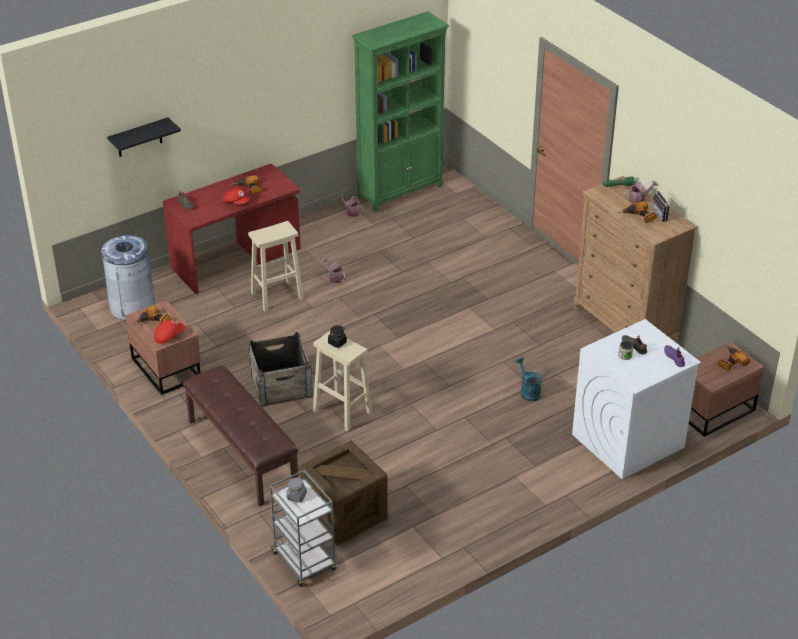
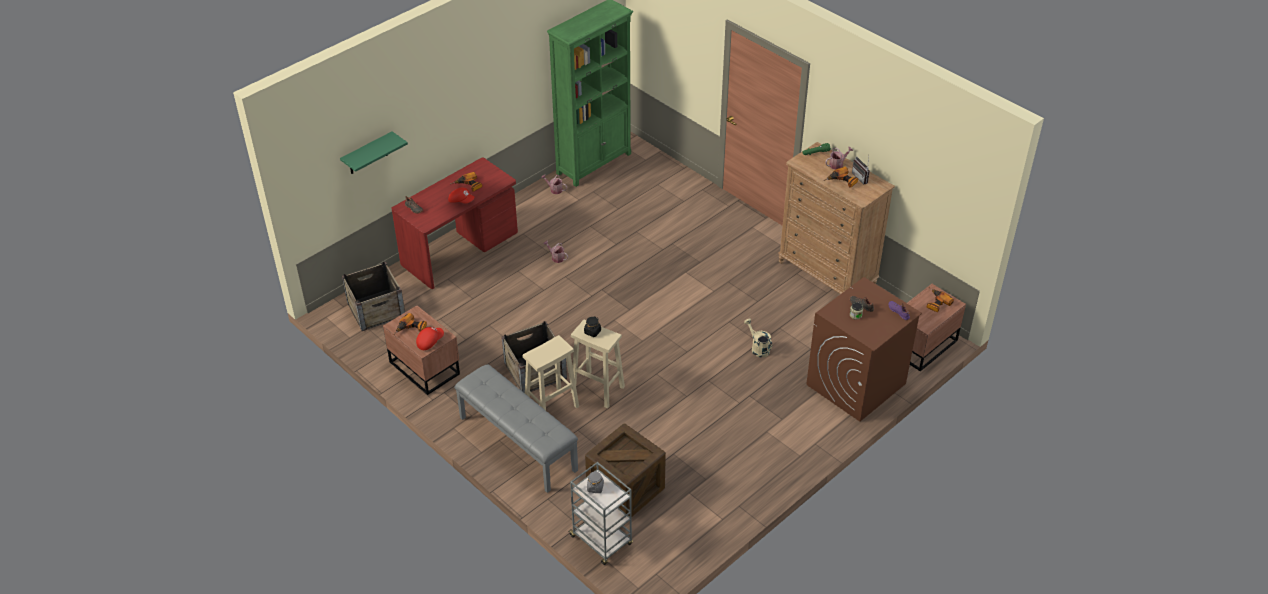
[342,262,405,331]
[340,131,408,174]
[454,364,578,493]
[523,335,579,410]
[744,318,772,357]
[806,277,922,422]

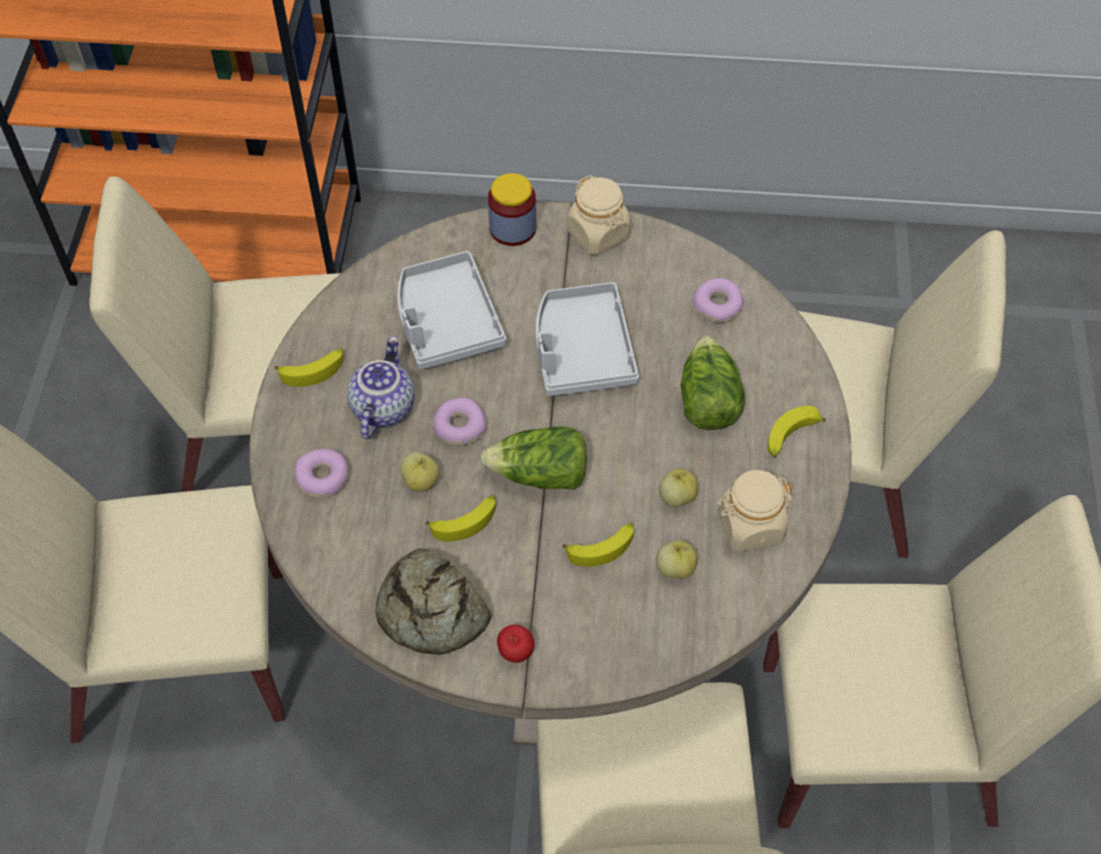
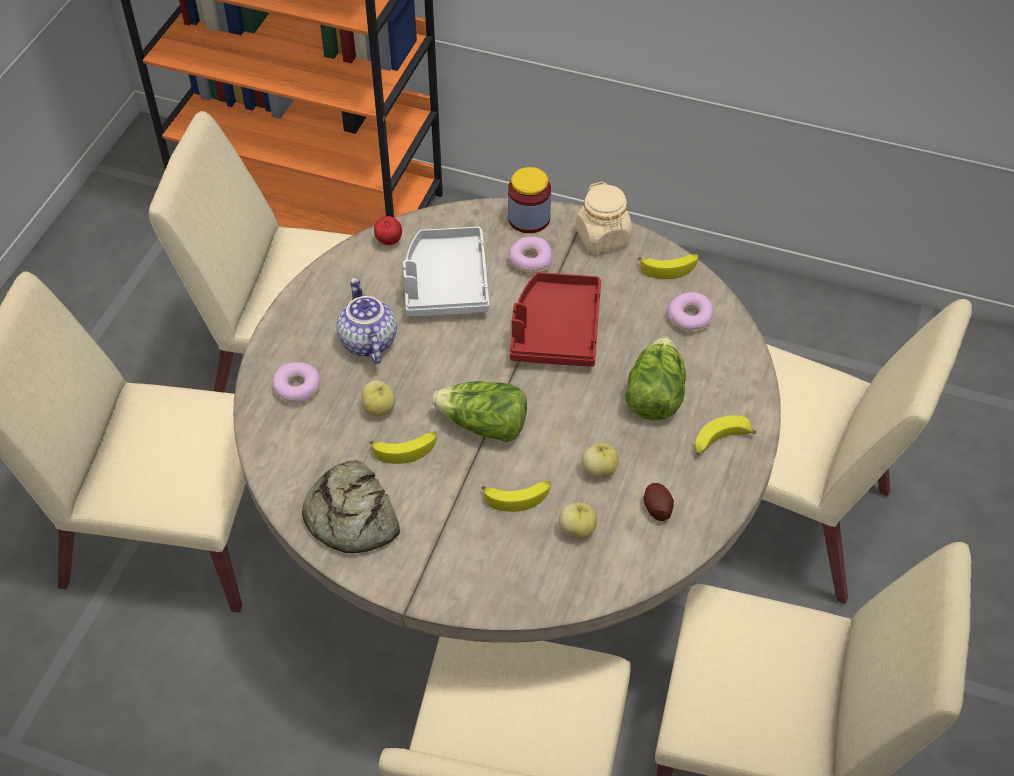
[638,254,698,279]
[337,278,397,364]
[509,236,553,274]
[374,216,402,245]
[510,272,601,367]
[643,483,674,521]

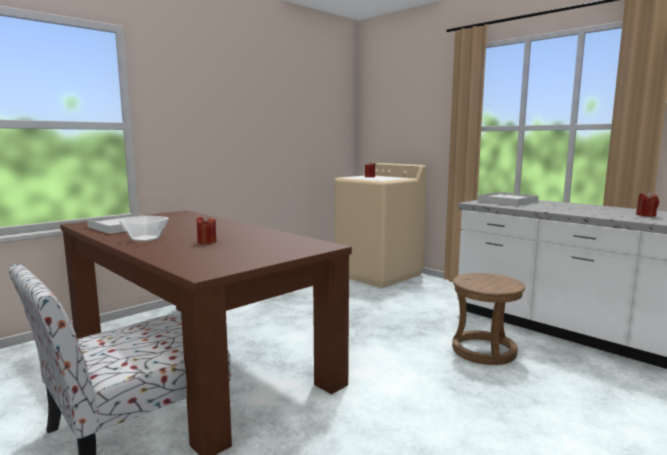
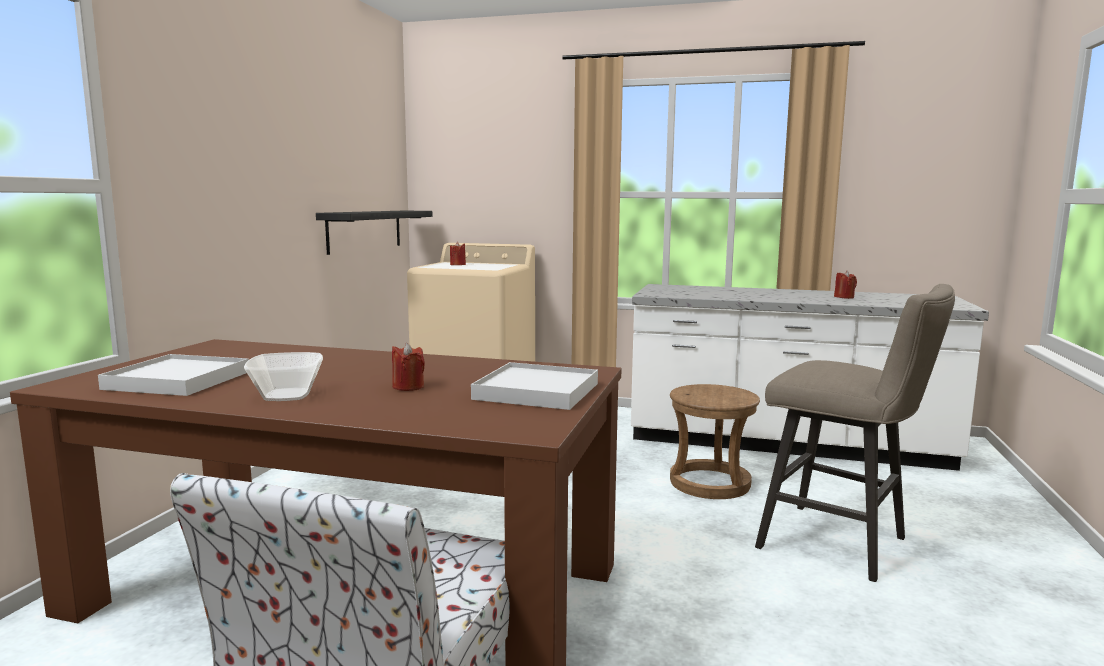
[471,362,598,410]
[316,211,433,255]
[755,284,955,582]

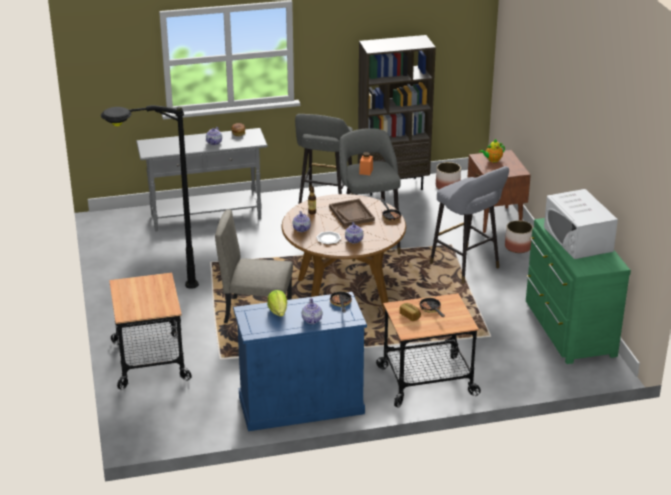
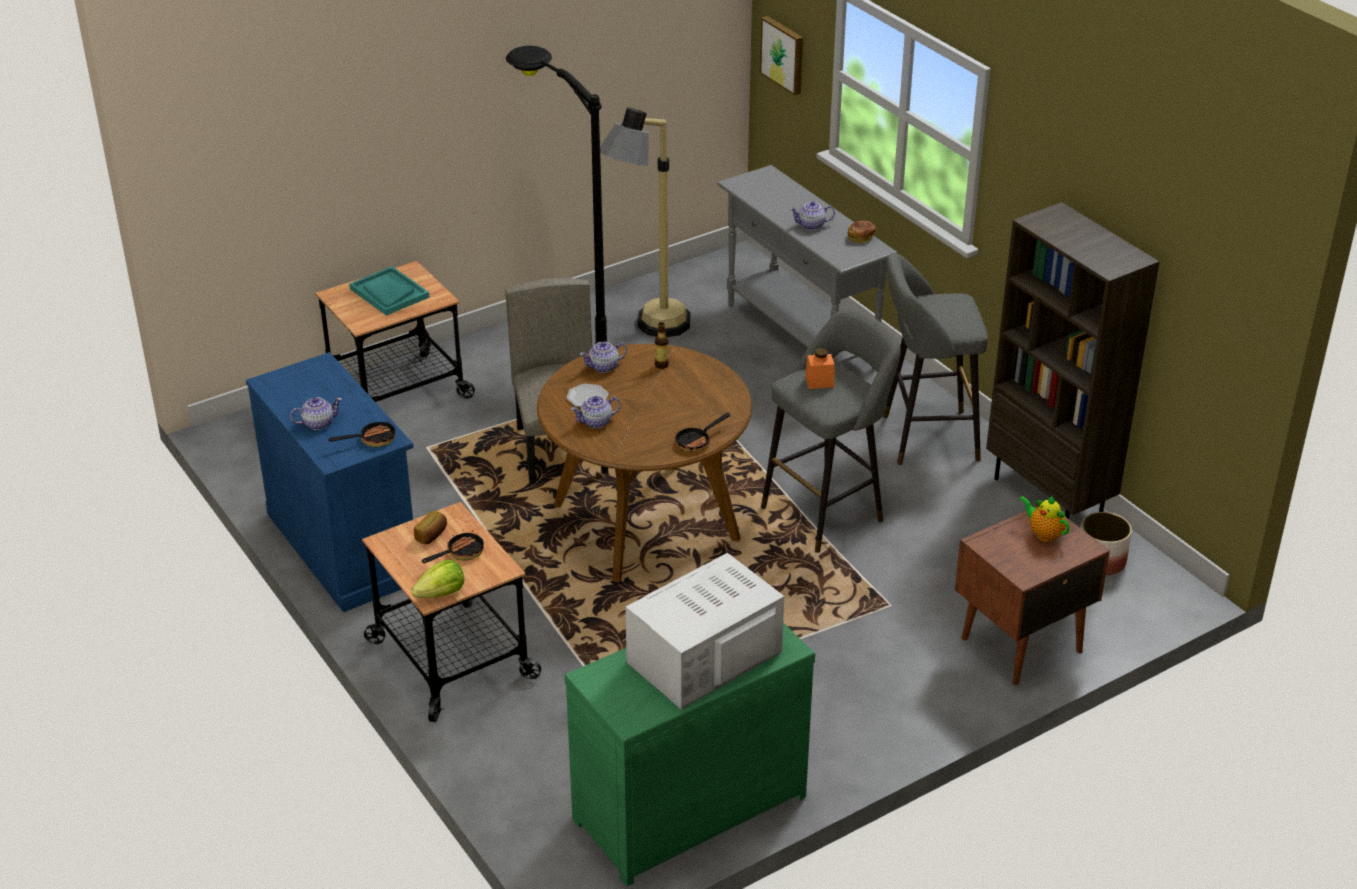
[411,560,464,598]
[329,199,375,227] (first image)
[430,166,509,284] (first image)
[505,220,533,253] (first image)
[349,266,429,316]
[600,107,691,337]
[760,16,803,95]

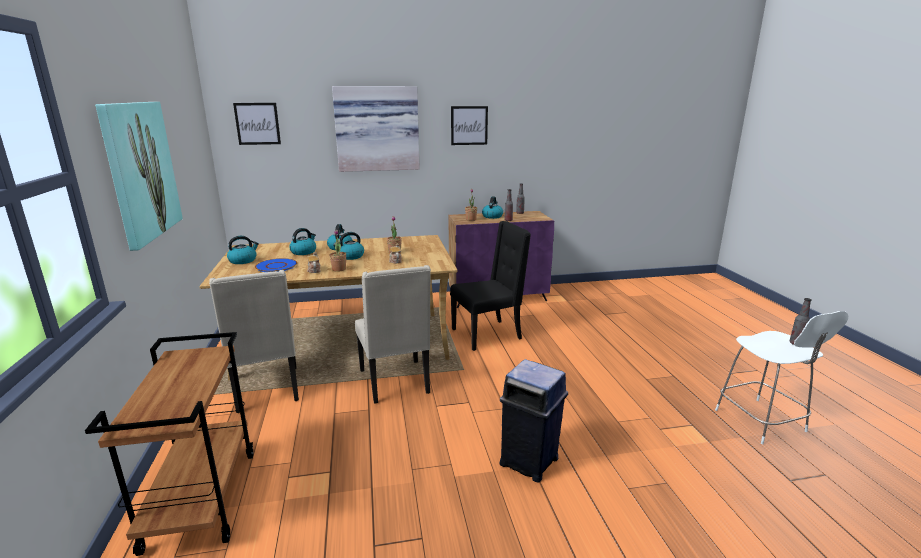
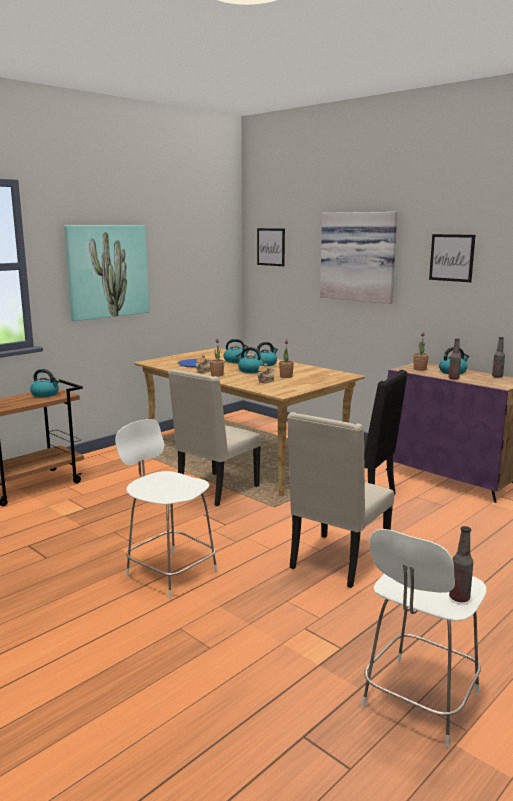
[287,412,394,588]
[30,369,60,397]
[115,419,217,599]

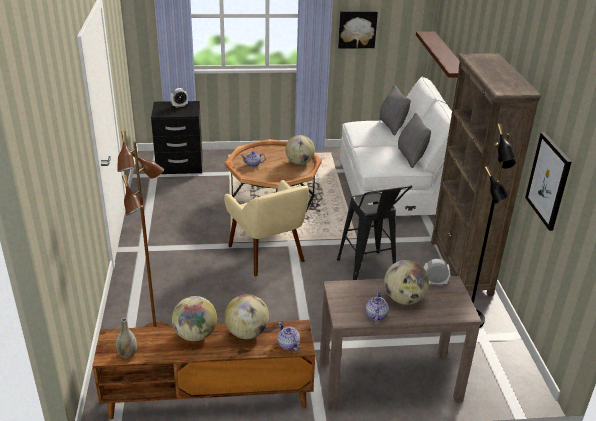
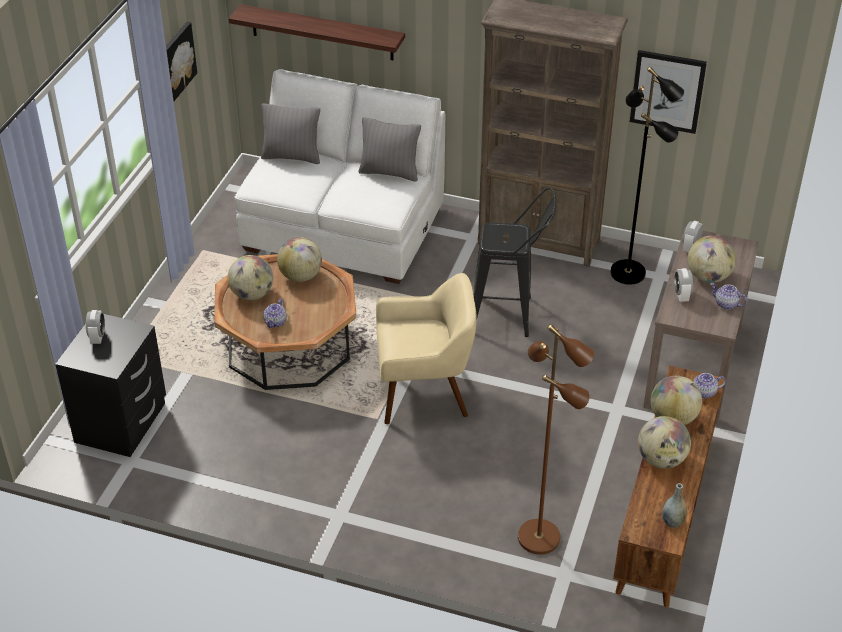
[228,255,273,300]
[674,268,693,302]

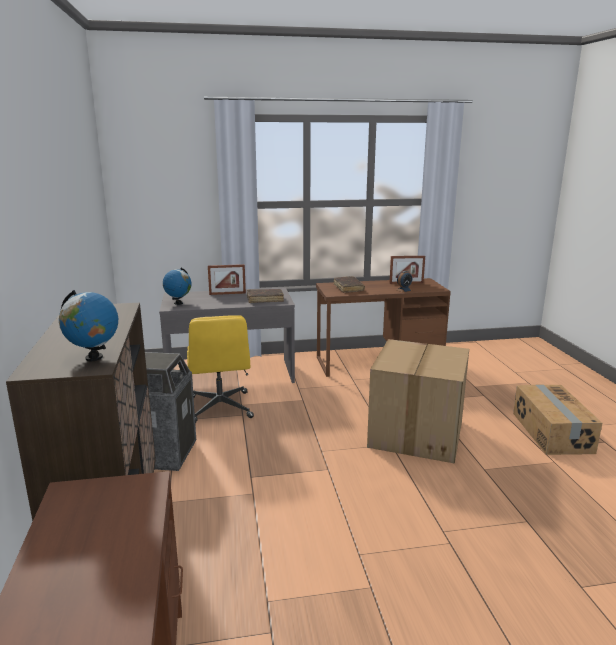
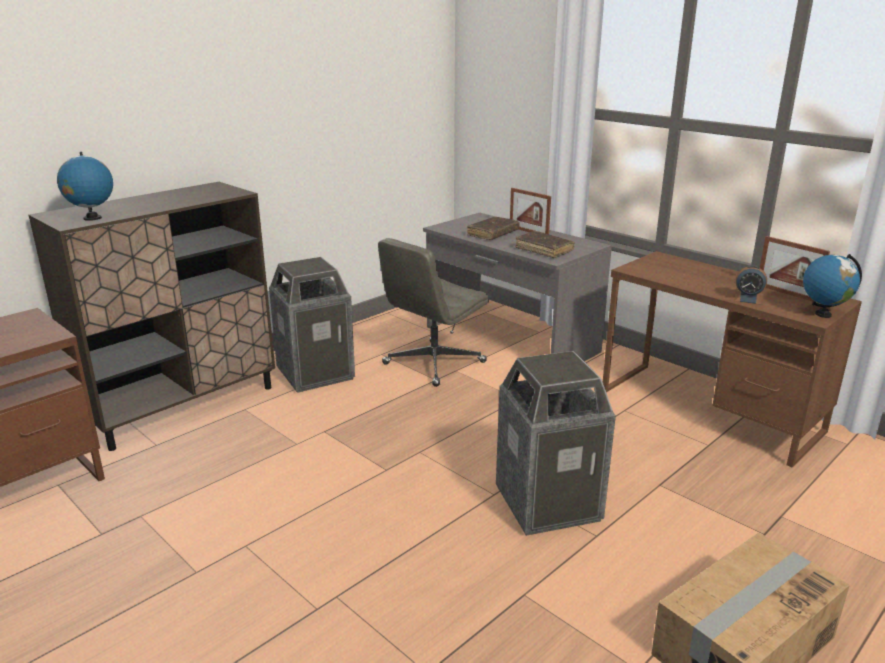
[803,254,862,318]
[378,238,489,387]
[467,217,520,240]
[496,351,616,536]

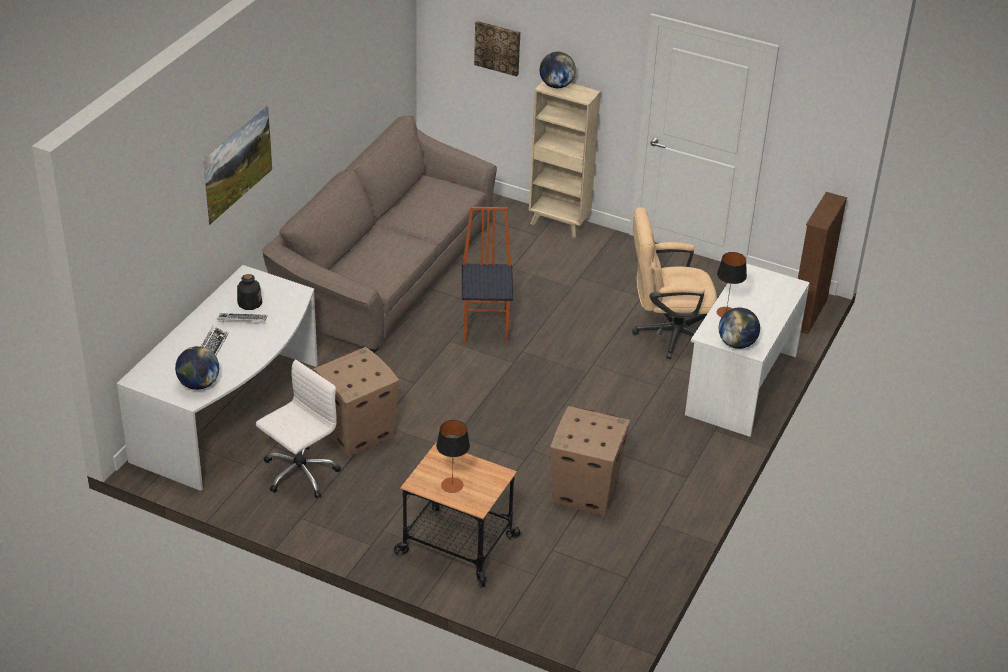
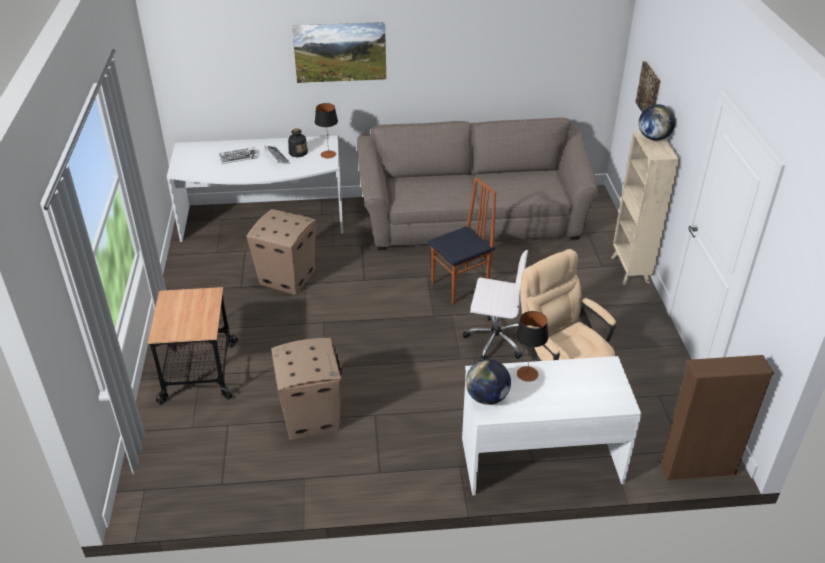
[175,346,219,390] (first image)
[463,250,528,361]
[315,103,338,158]

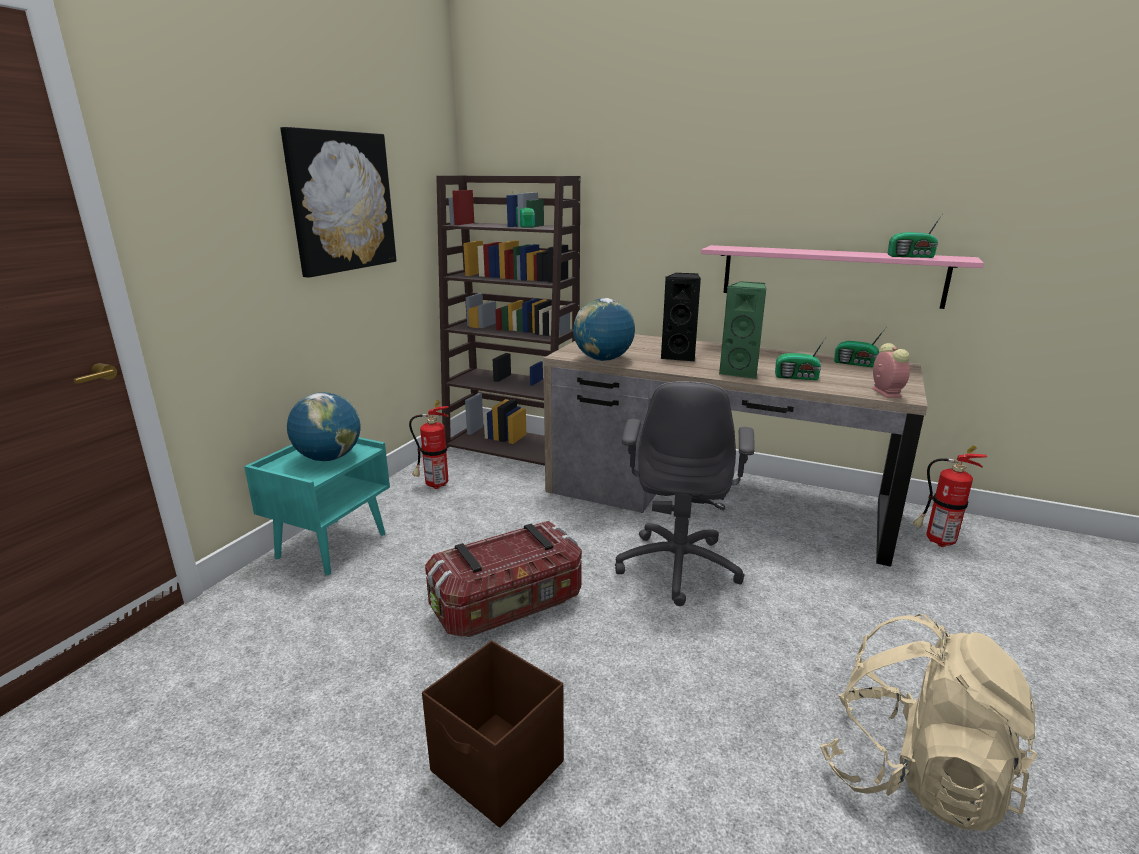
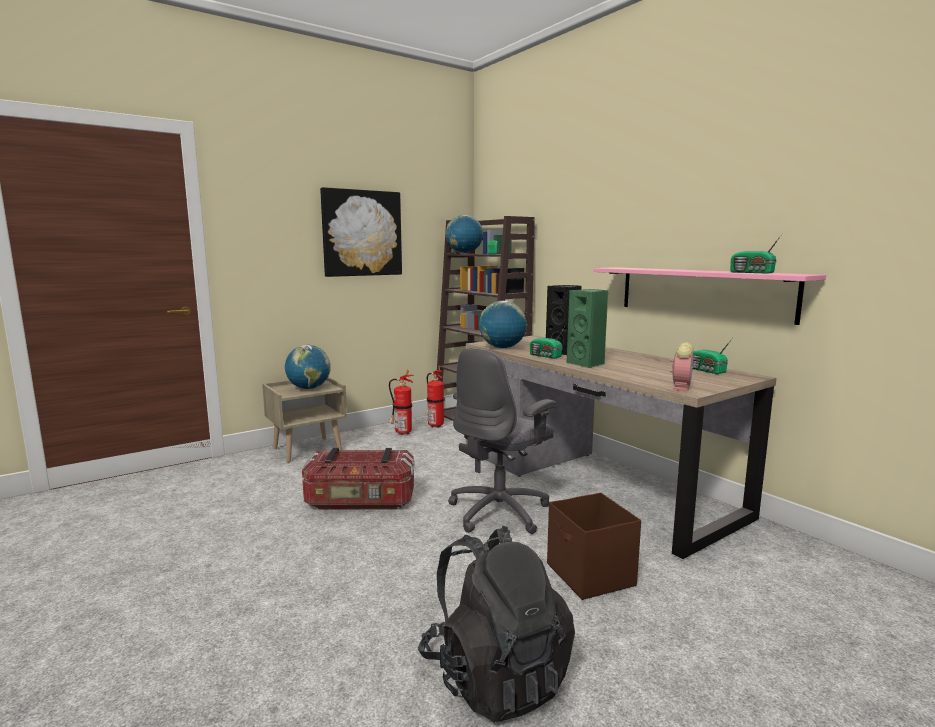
[262,377,347,462]
[547,493,641,600]
[530,327,565,359]
[418,526,575,723]
[426,366,444,428]
[446,215,483,254]

